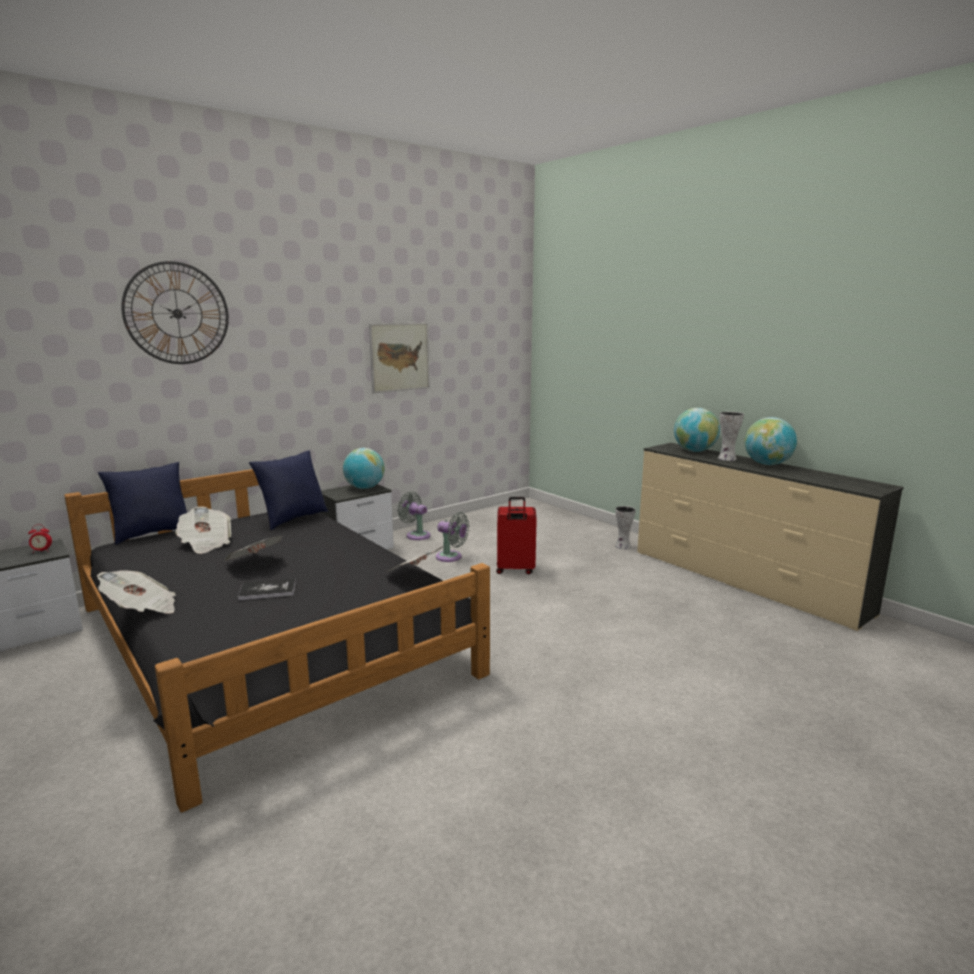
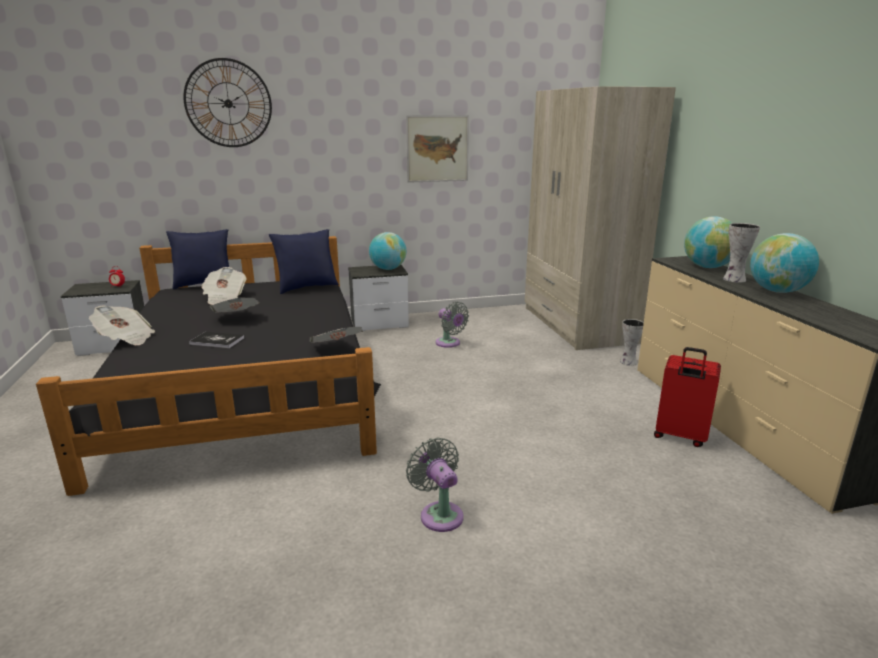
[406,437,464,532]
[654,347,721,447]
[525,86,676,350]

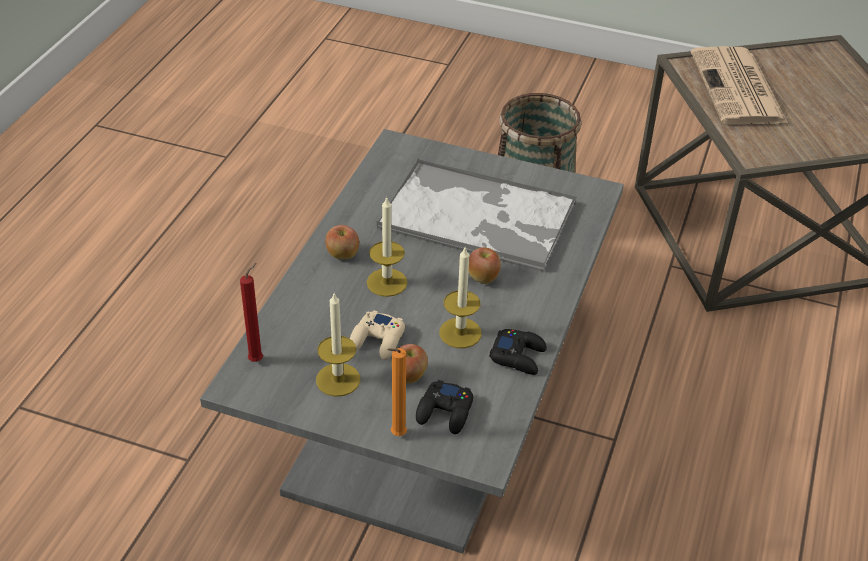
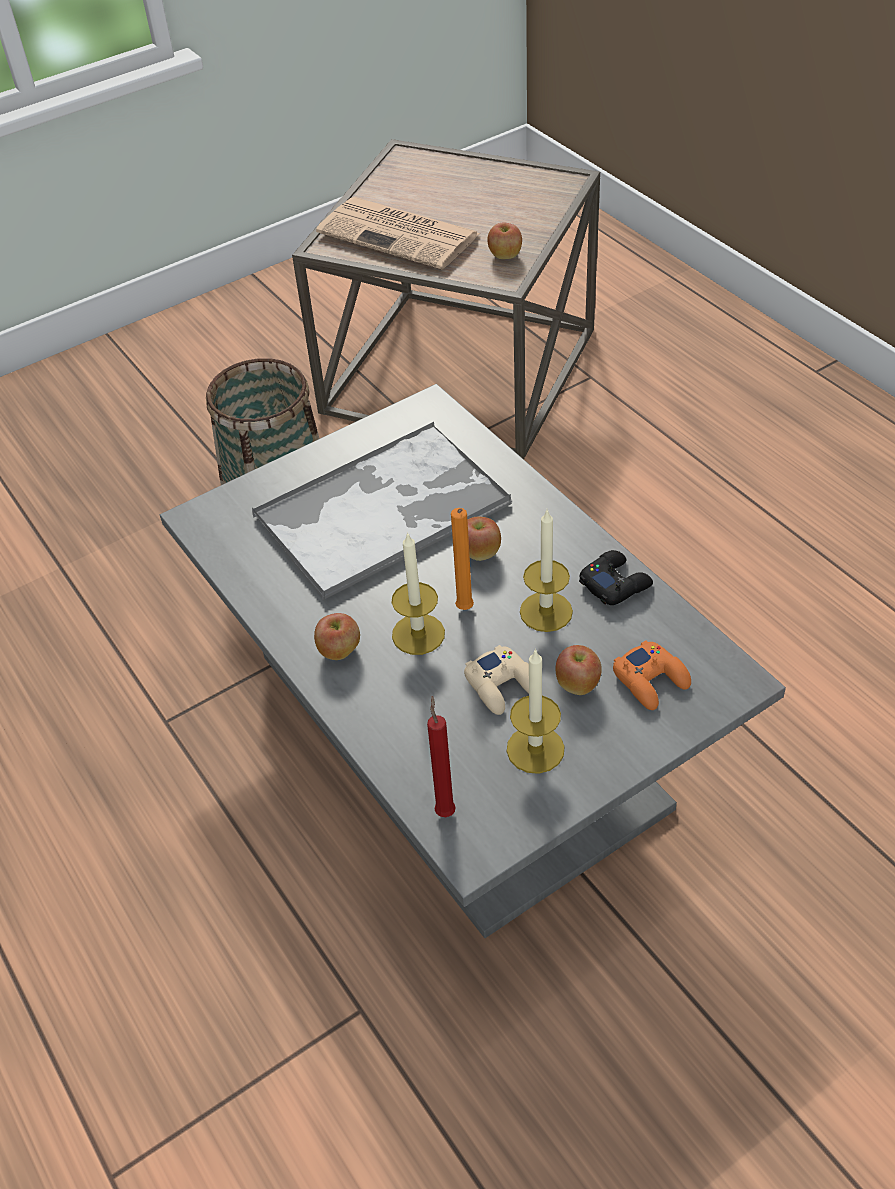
[451,508,474,610]
[613,640,691,710]
[487,222,522,259]

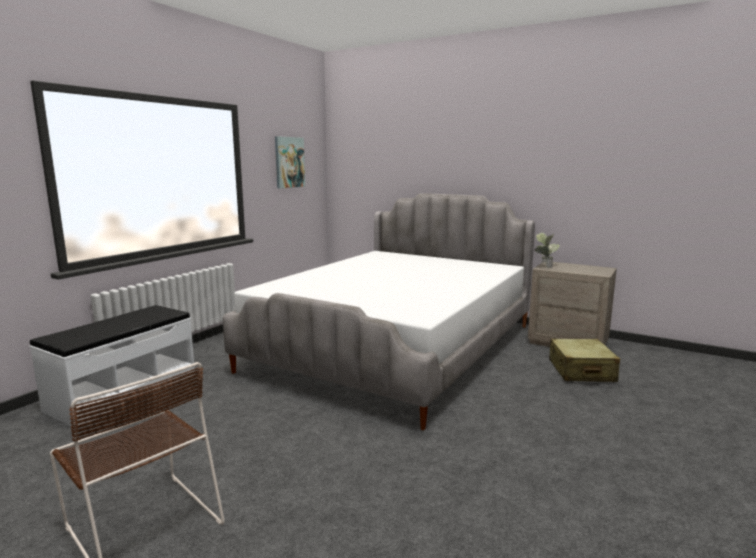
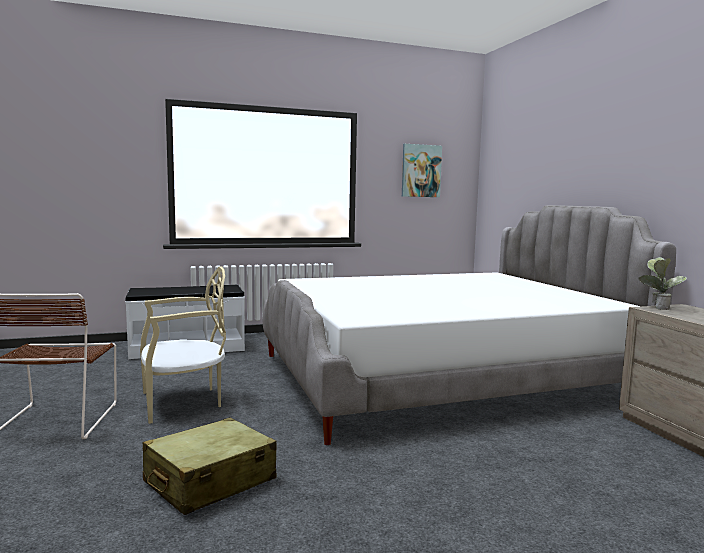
[143,418,276,515]
[140,266,226,424]

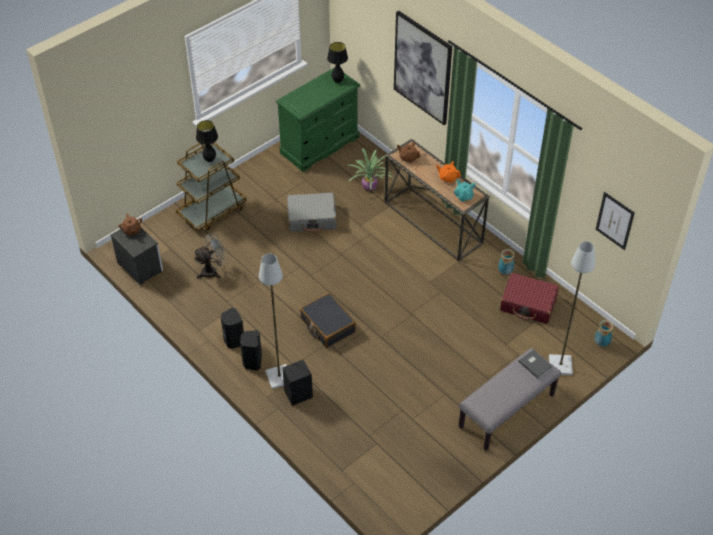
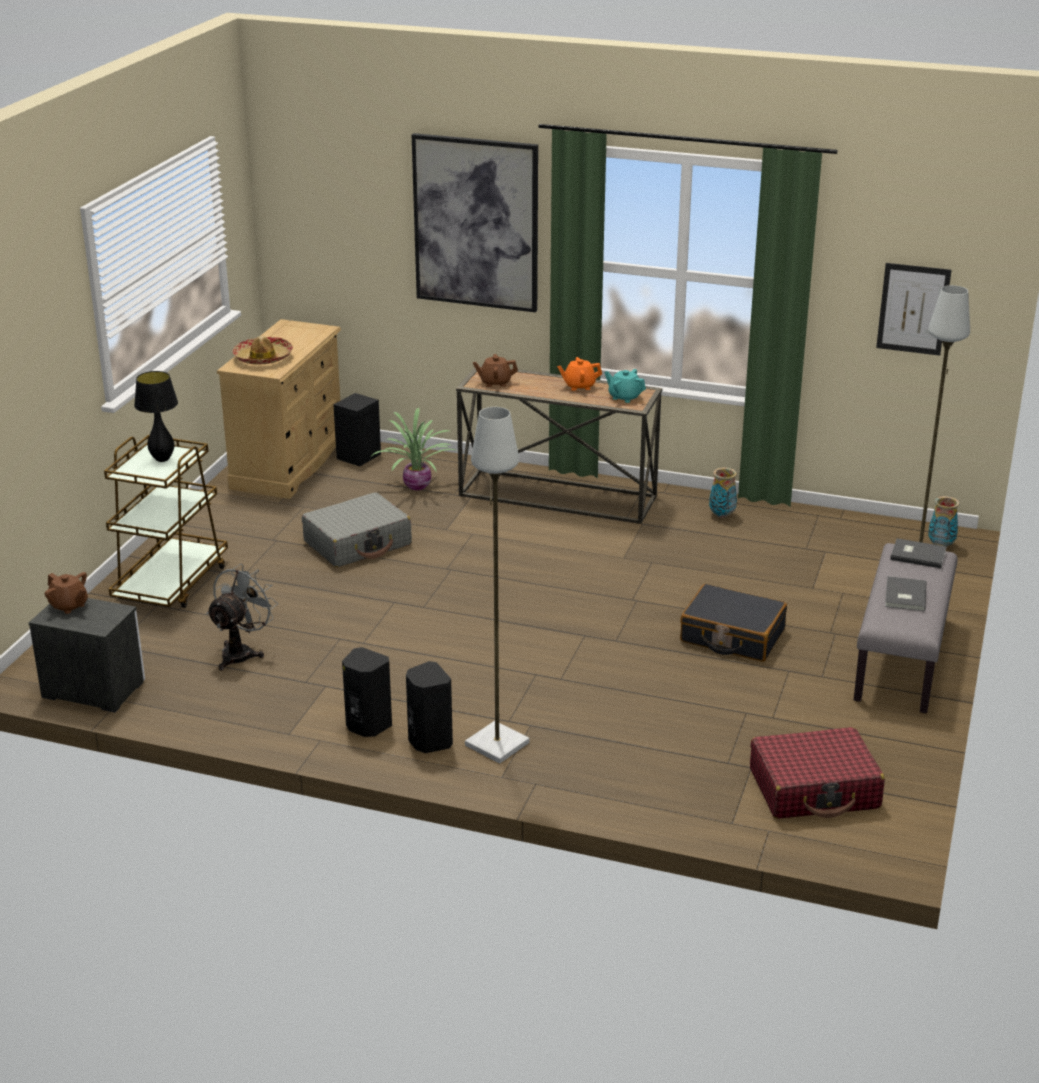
[217,319,341,499]
[333,393,381,466]
[680,584,787,662]
[327,42,348,83] (first image)
[750,727,885,819]
[233,336,293,365]
[885,576,926,611]

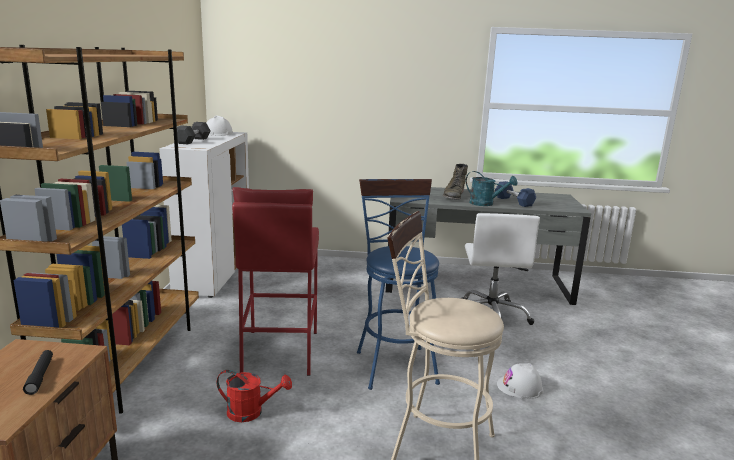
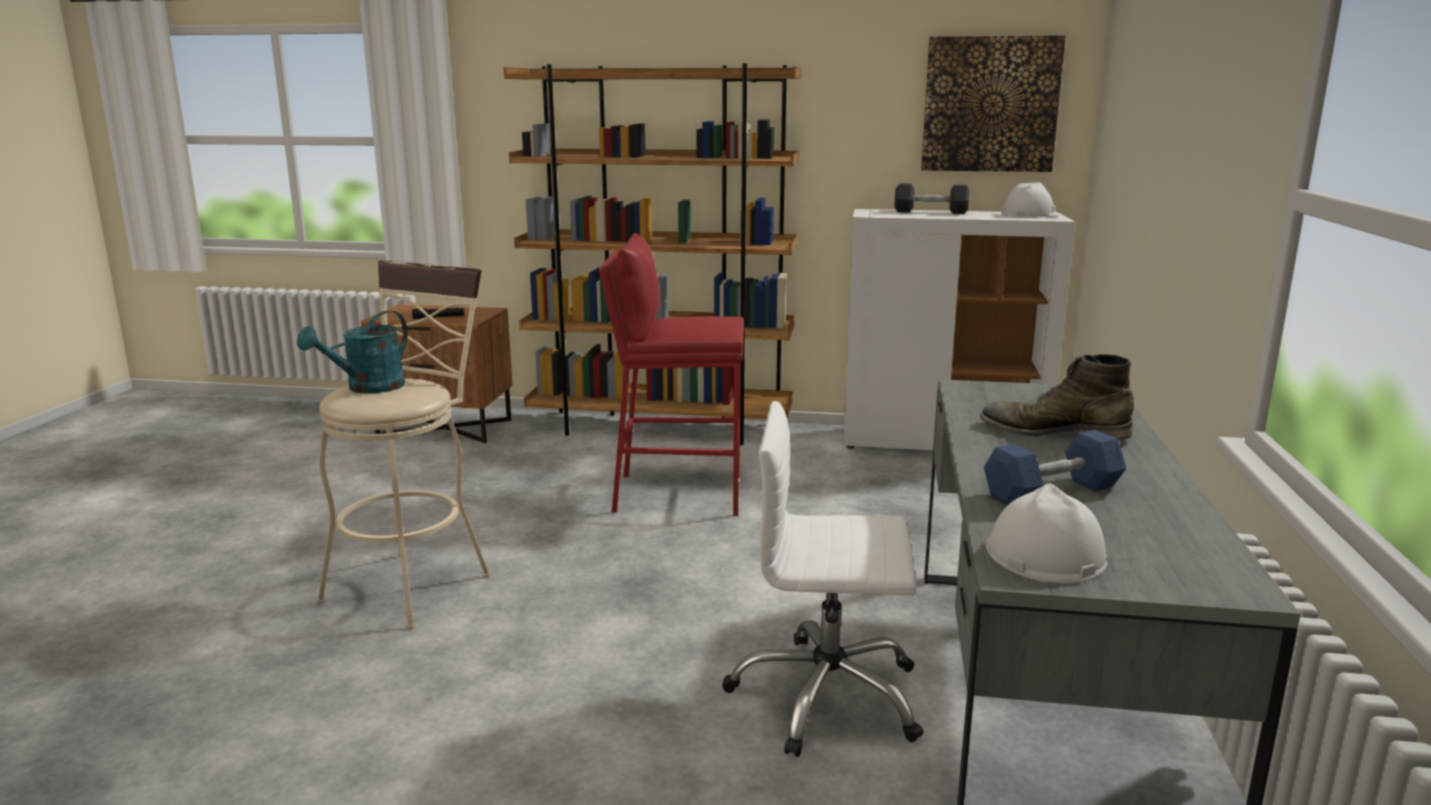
[217,370,292,422] (first image)
[357,179,440,390] (first image)
[297,310,408,394]
[986,483,1107,584]
[921,36,1066,172]

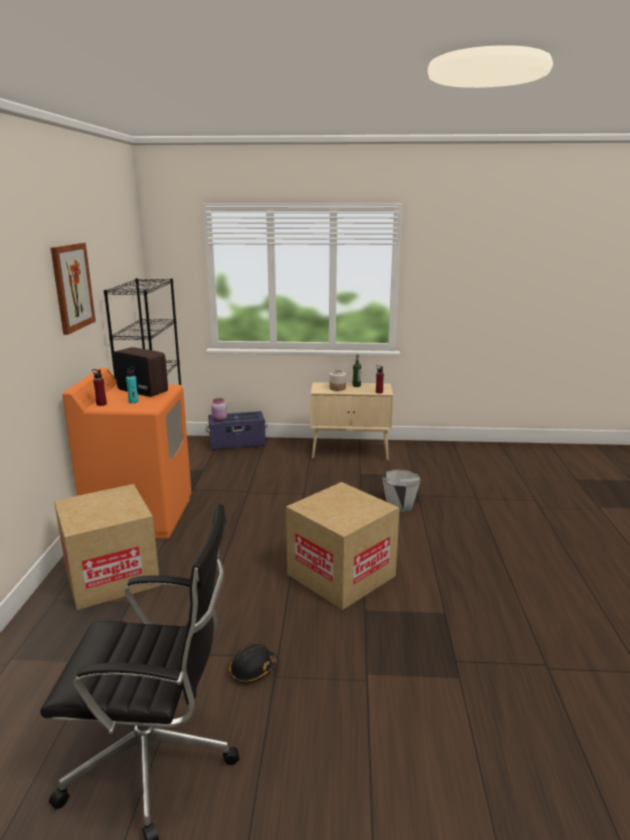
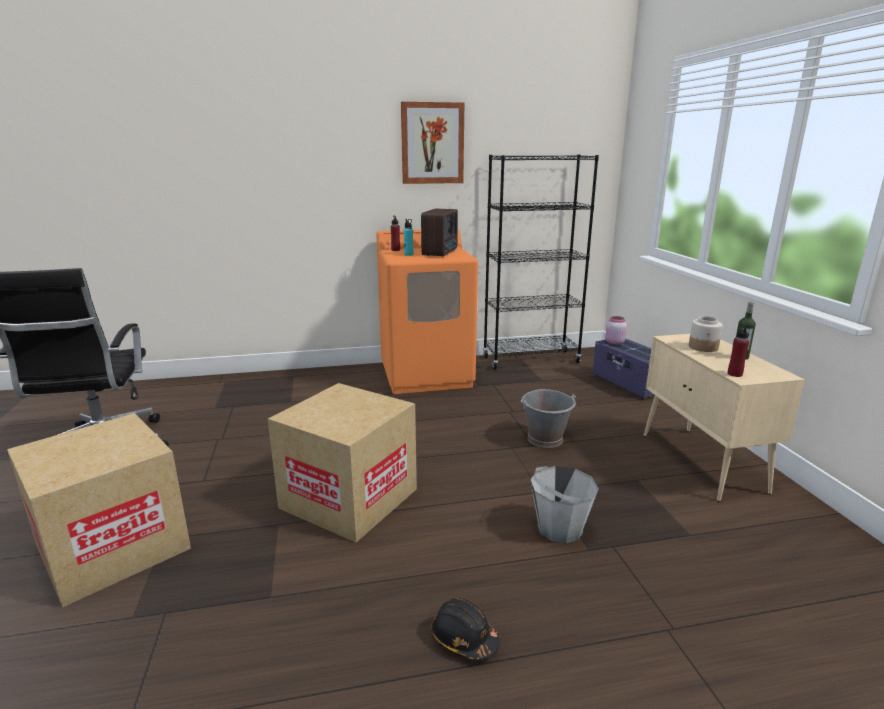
[7,413,191,607]
[431,598,500,661]
[521,389,576,448]

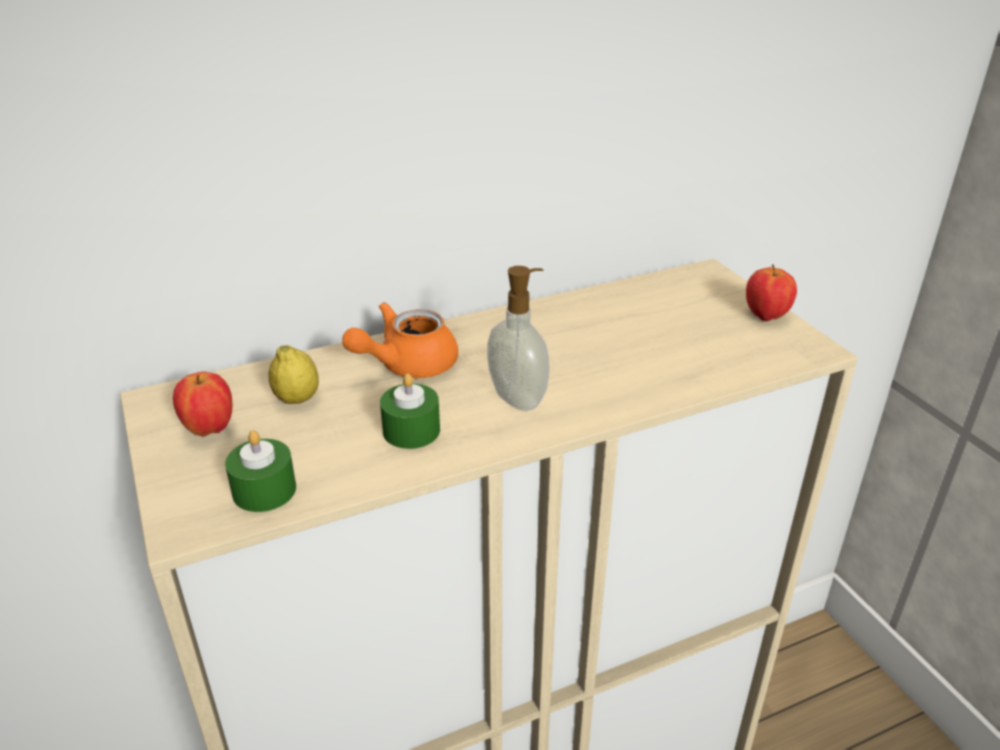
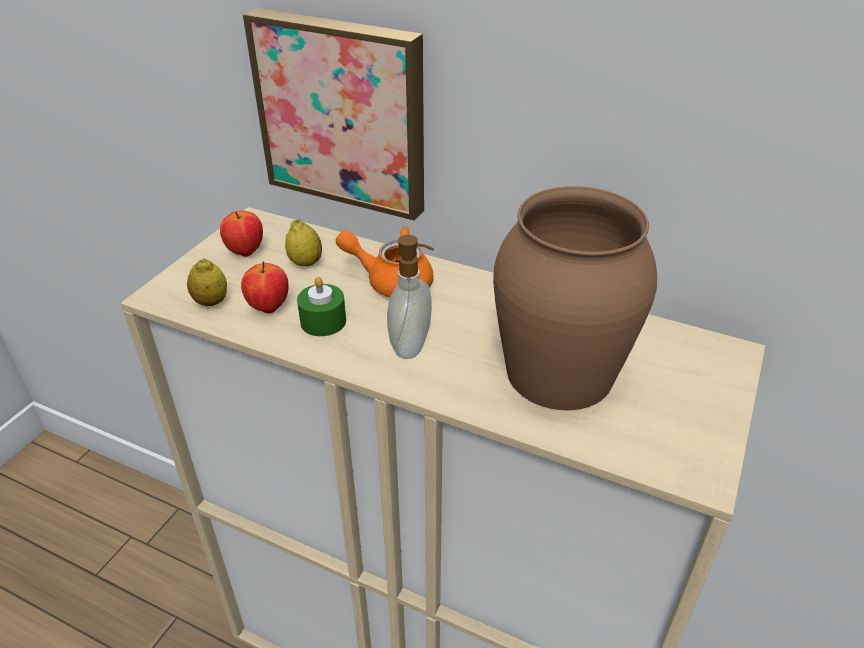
[187,259,227,306]
[241,262,289,314]
[243,8,424,221]
[493,186,657,410]

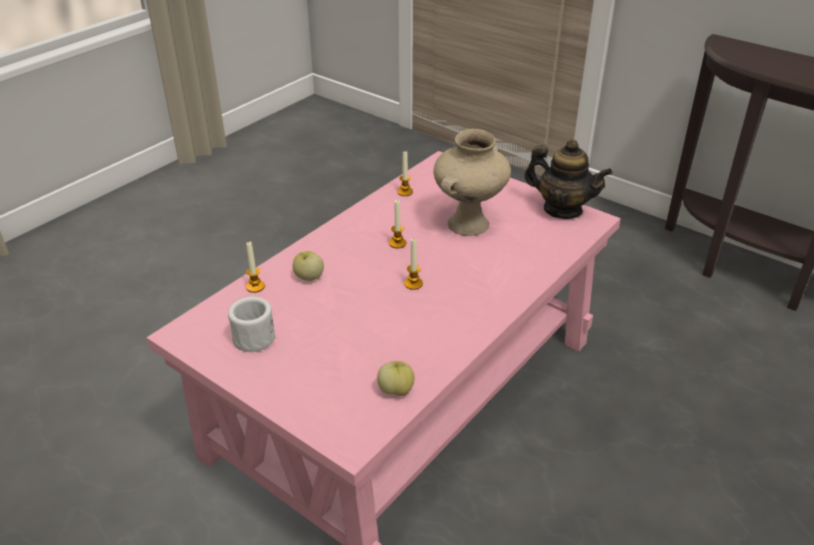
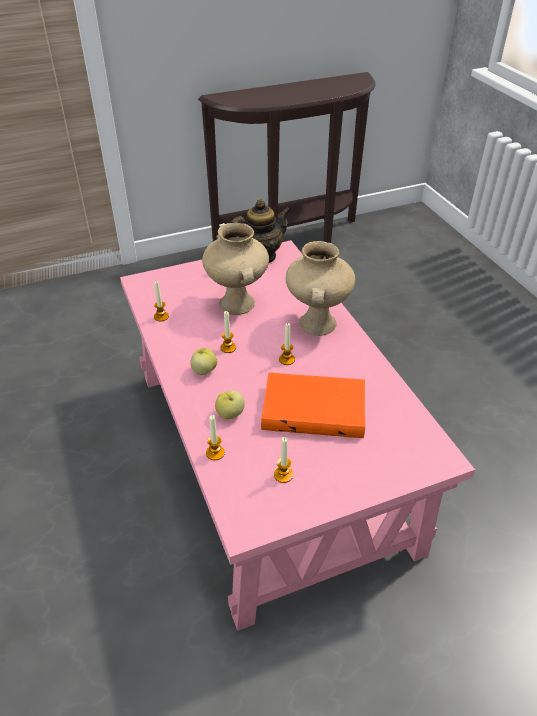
[274,437,293,483]
[191,348,217,375]
[261,372,365,438]
[286,241,355,336]

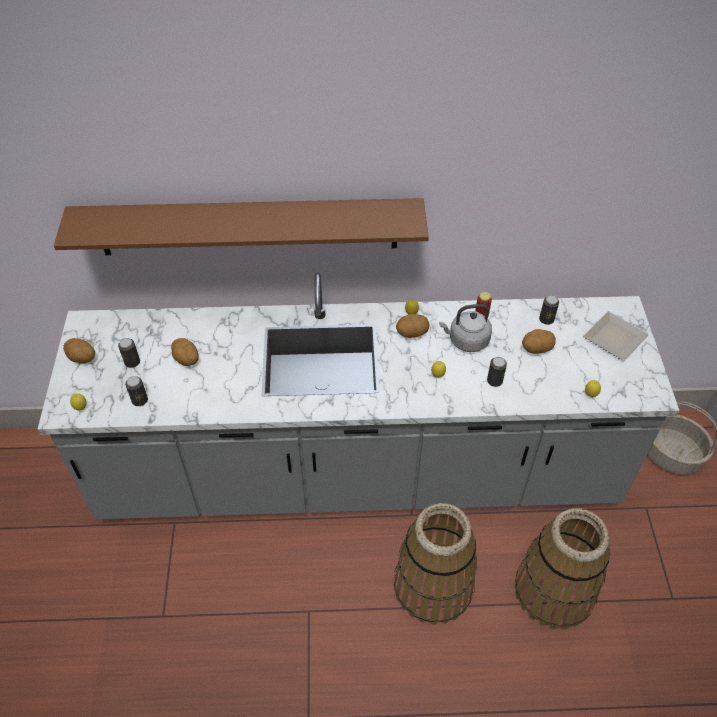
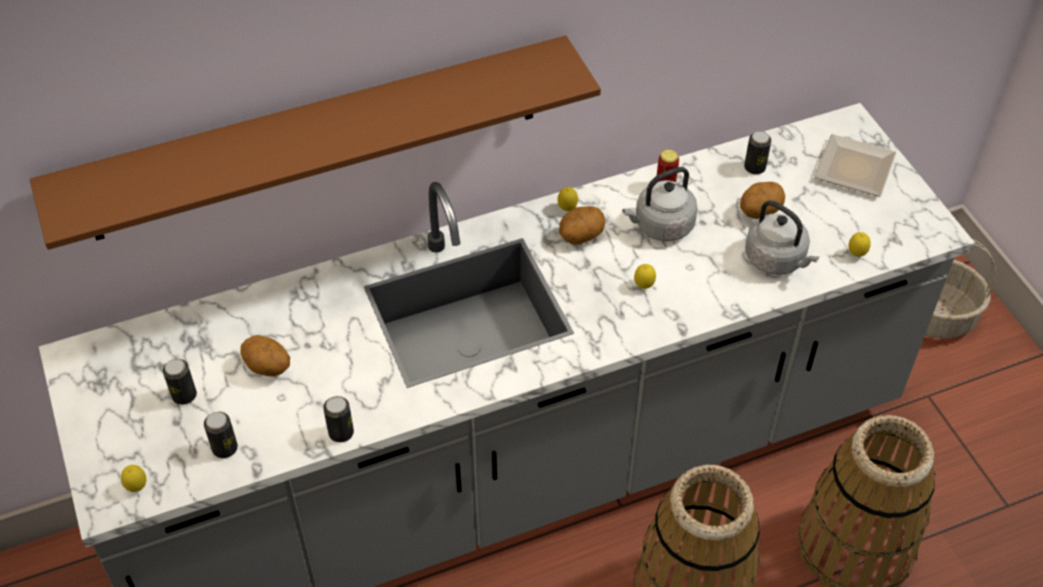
[63,338,95,363] (first image)
[323,396,354,443]
[745,200,819,275]

